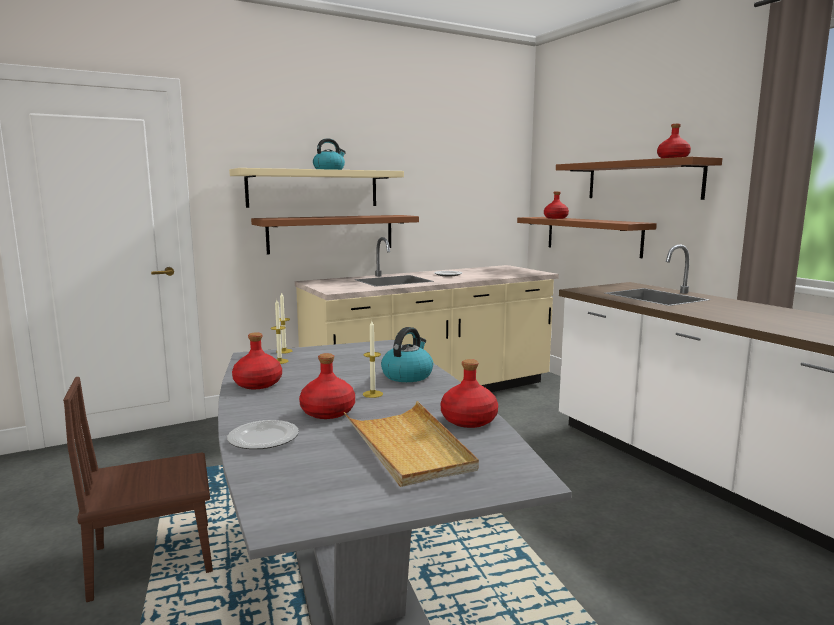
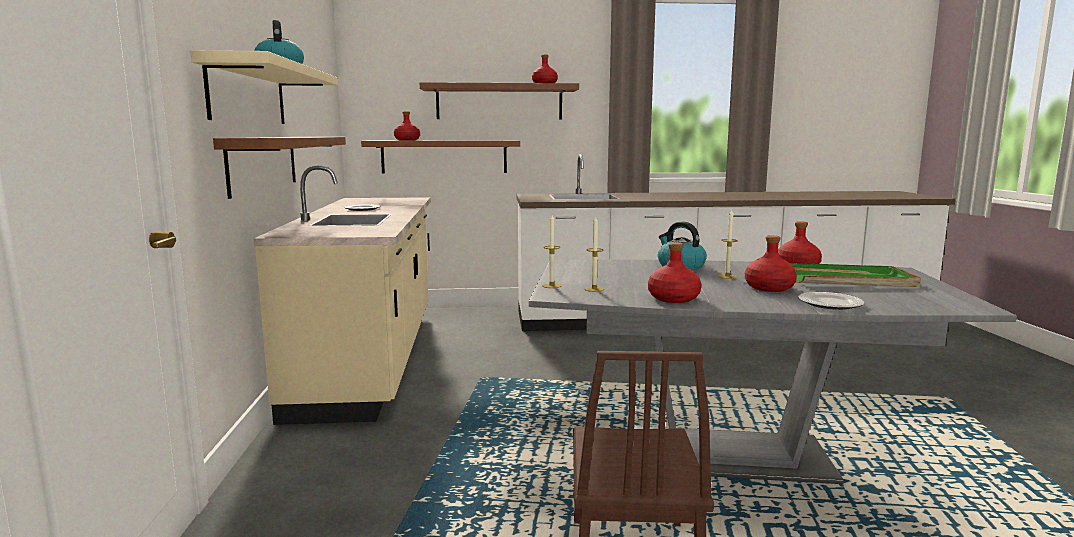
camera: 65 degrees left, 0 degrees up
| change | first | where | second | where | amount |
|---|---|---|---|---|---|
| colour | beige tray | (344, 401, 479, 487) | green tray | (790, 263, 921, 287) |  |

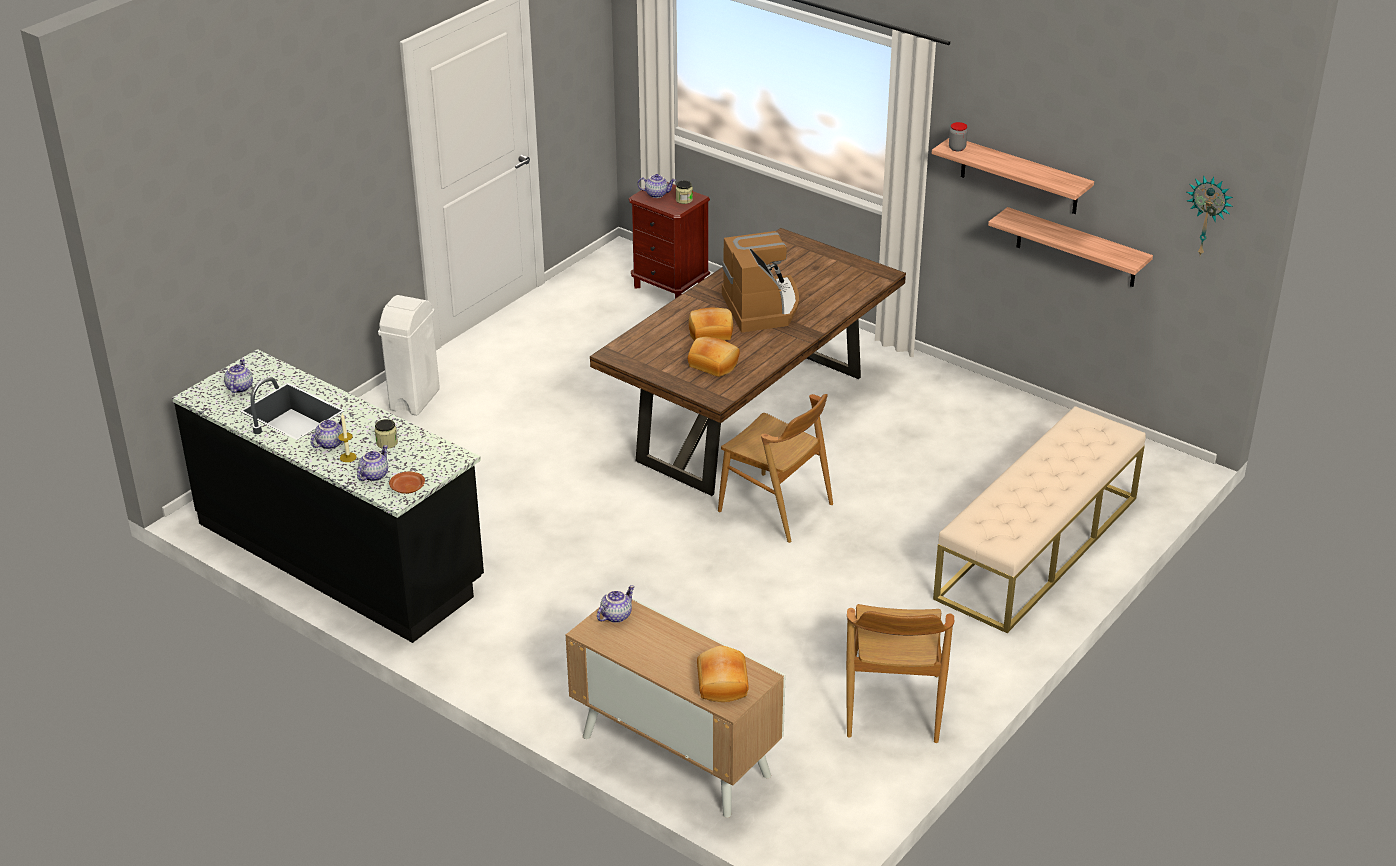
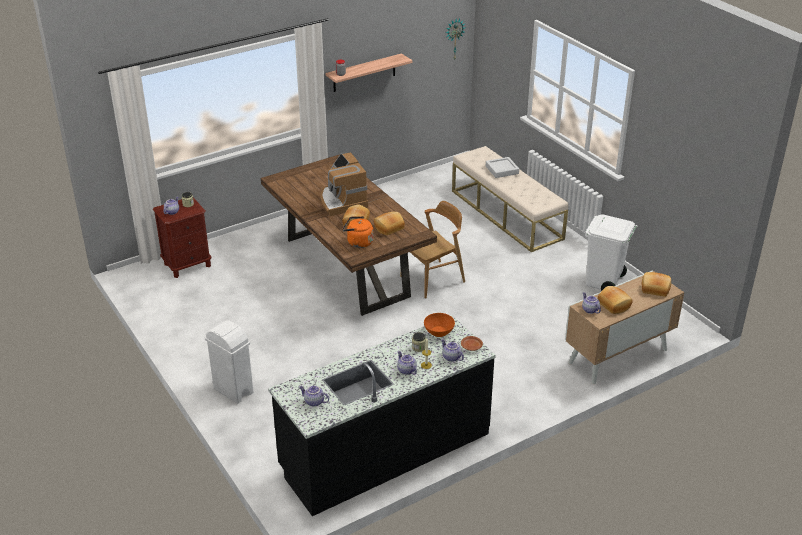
camera: 70 degrees left, 0 degrees up
| change | first | where | second | where | amount |
|---|---|---|---|---|---|
| spun | coffee machine | (722, 231, 799, 333) |  | (320, 152, 368, 216) | 120 degrees counterclockwise |
| exchanged | brown chair | (846, 604, 954, 743) | white trash can | (585, 214, 638, 291) |  |
| missing | shelf | (988, 207, 1153, 287) |  |  |  |
| appeared |  |  | orange kettle | (343, 216, 373, 248) |  |
| appeared |  |  | orange bowl | (424, 313, 455, 337) |  |
| appeared |  |  | grey tray | (486, 157, 519, 178) |  |
| appeared |  |  | bread | (598, 286, 633, 314) |  |

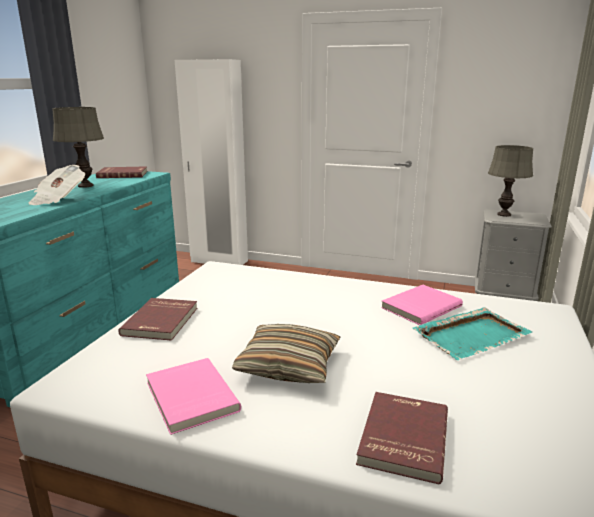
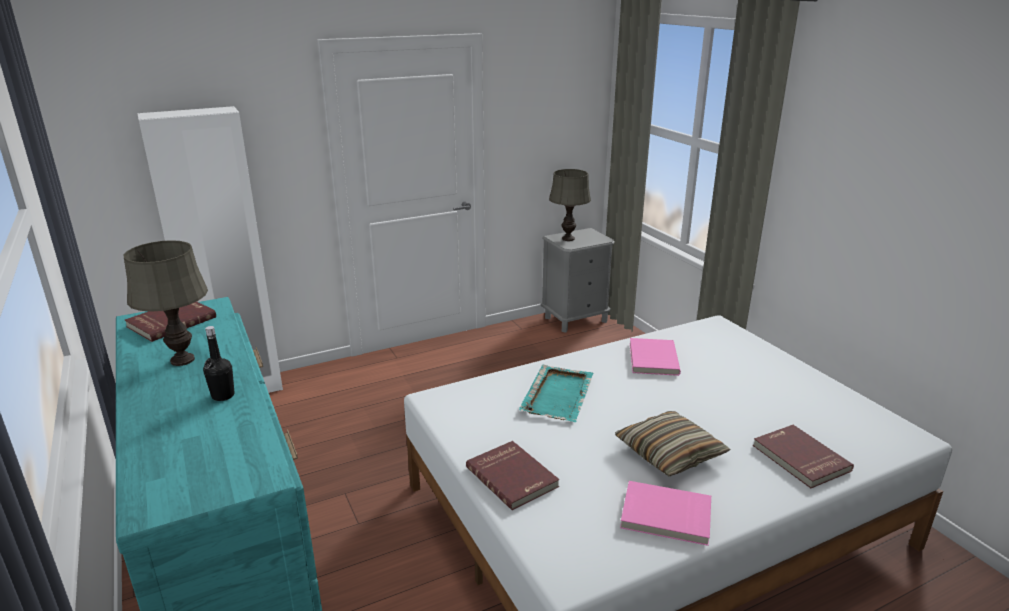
camera: 45 degrees left, 5 degrees up
| change | first | where | second | where | amount |
|---|---|---|---|---|---|
| exchanged | newspaper | (28, 165, 85, 205) | black bottle | (203, 326, 235, 401) |  |
| relocated | turquoise tray | (413, 307, 532, 360) |  | (519, 365, 593, 422) |  |

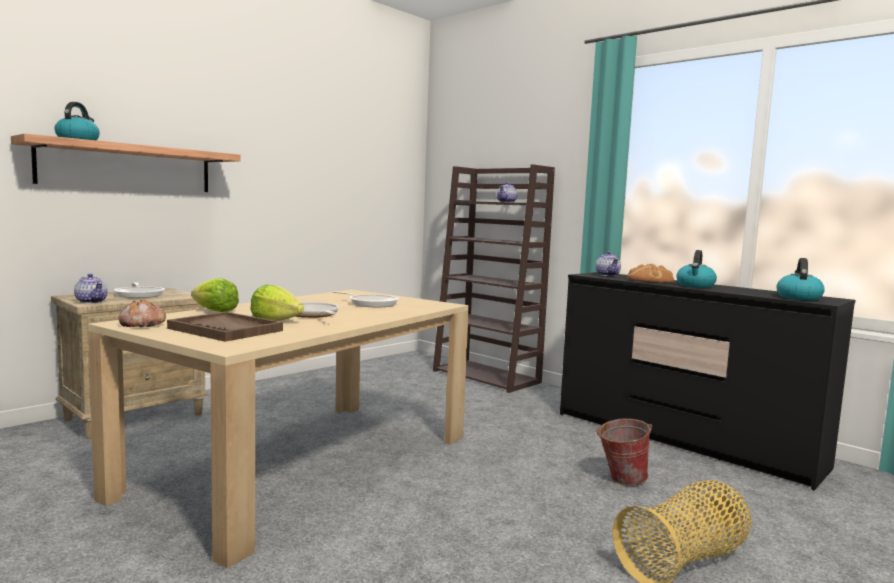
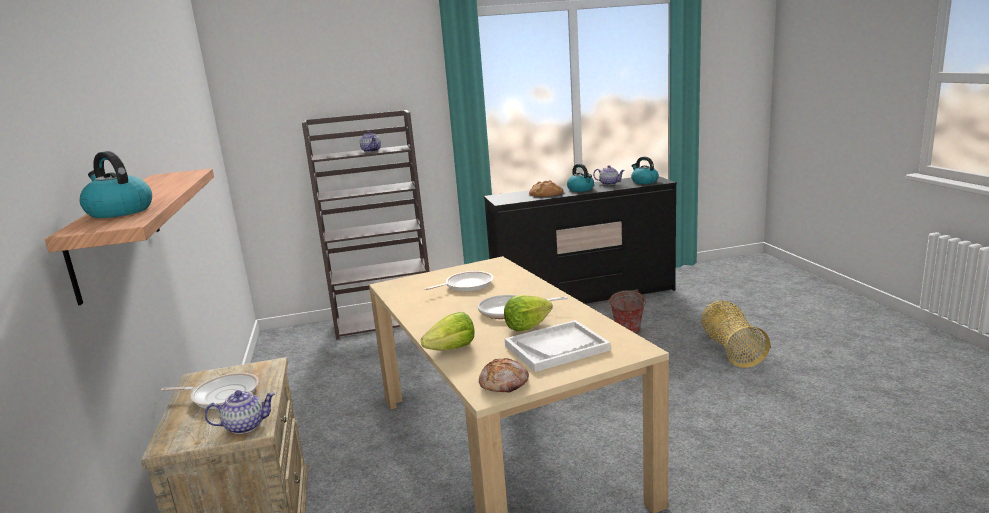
camera: 55 degrees left, 10 degrees up
| change | first | where | second | where | amount |
|---|---|---|---|---|---|
| colour | brown tray | (167, 312, 283, 342) | white tray | (505, 320, 611, 372) |  |
| relocated | teapot | (596, 251, 621, 276) |  | (593, 165, 625, 185) |  |

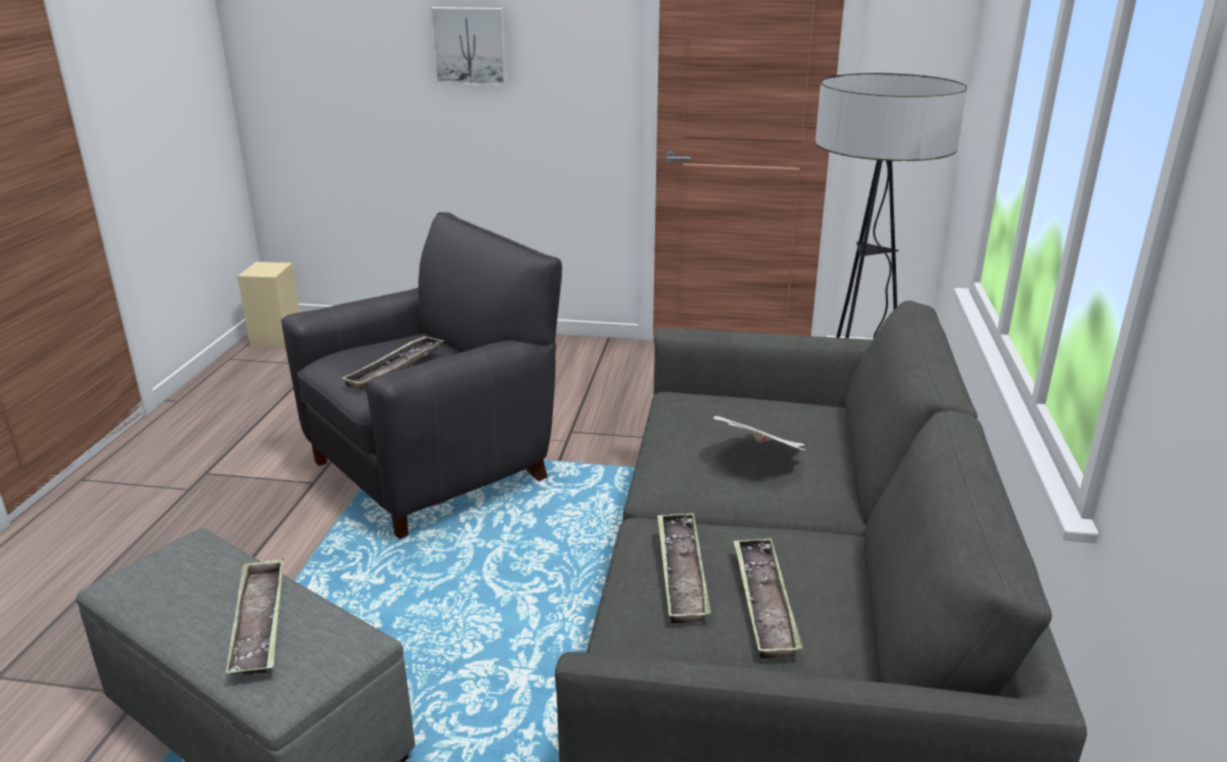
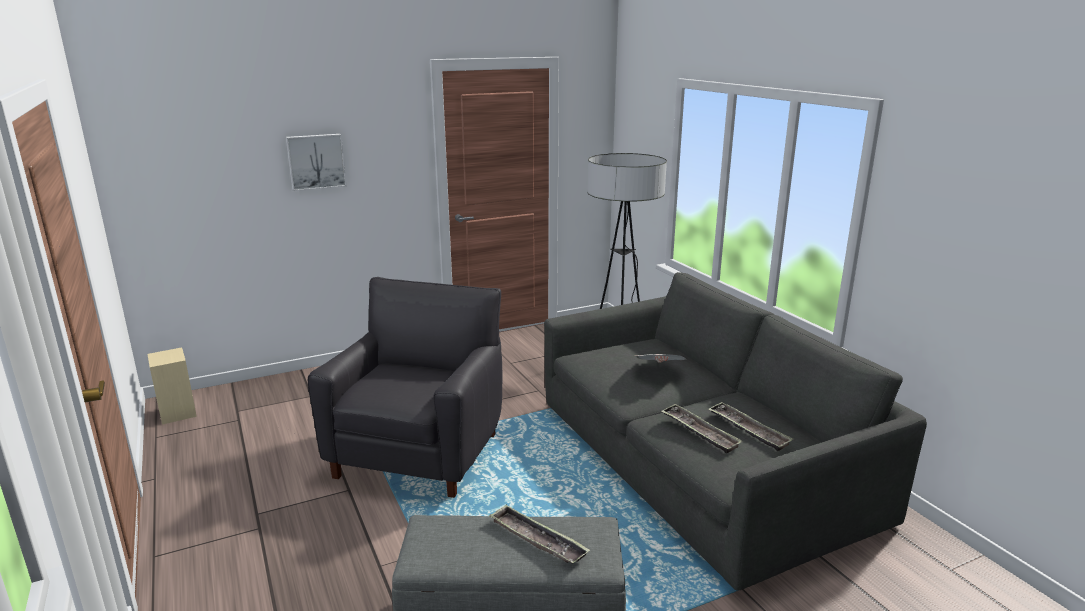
camera: 35 degrees left, 5 degrees down
| change | first | where | second | where | amount |
|---|---|---|---|---|---|
| missing | tray | (341, 337, 444, 390) |  |  |  |

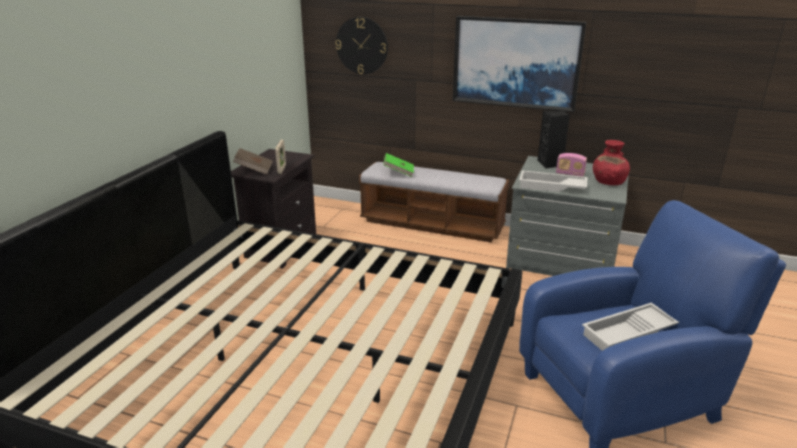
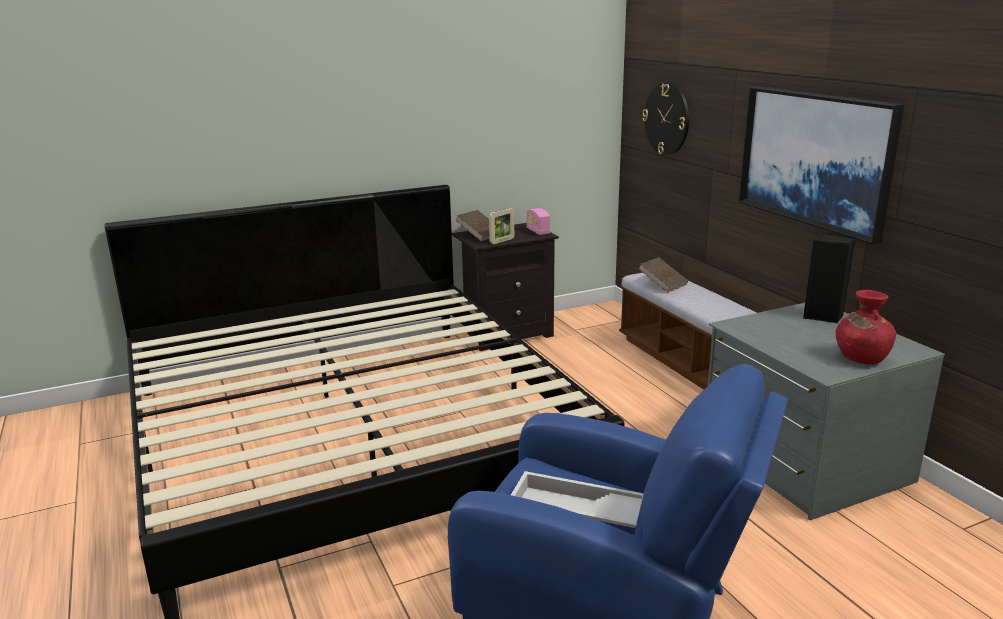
camera: 45 degrees right, 5 degrees down
| change | first | where | second | where | amount |
|---|---|---|---|---|---|
| colour | green book | (384, 153, 414, 177) | brown book | (638, 257, 688, 293) |  |
| missing | white tray | (519, 171, 587, 192) |  |  |  |
| relocated | radio | (556, 153, 587, 177) |  | (527, 208, 550, 235) |  |

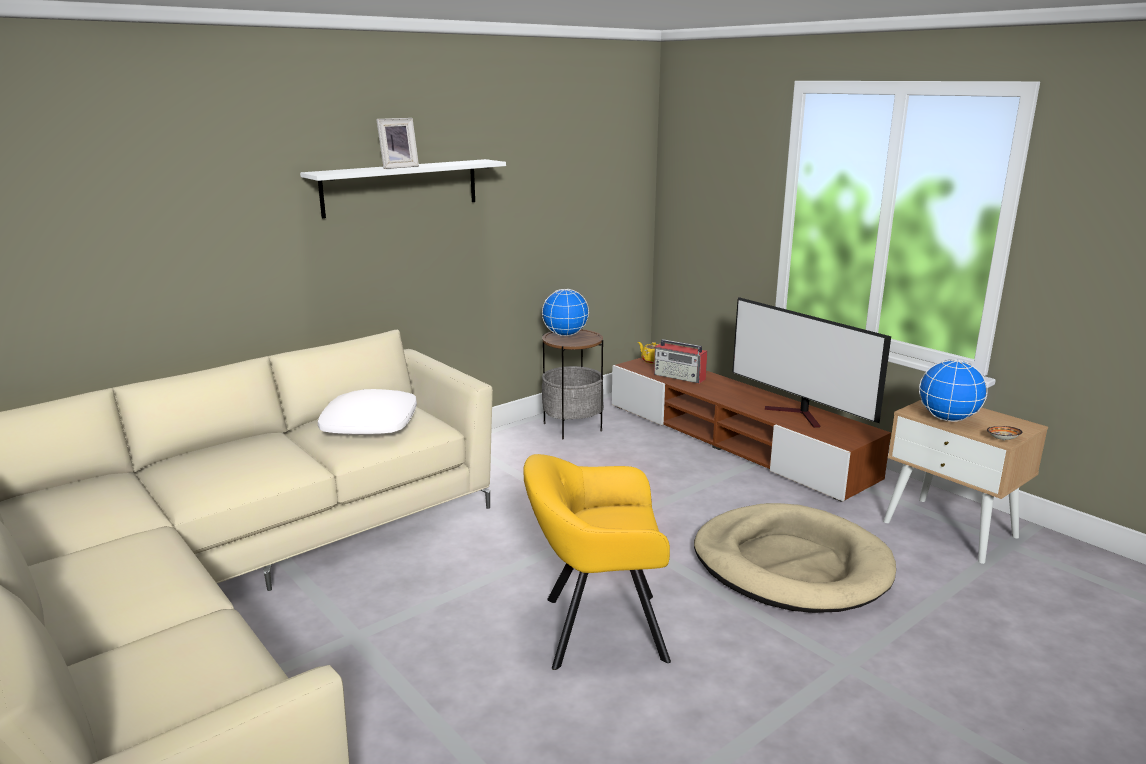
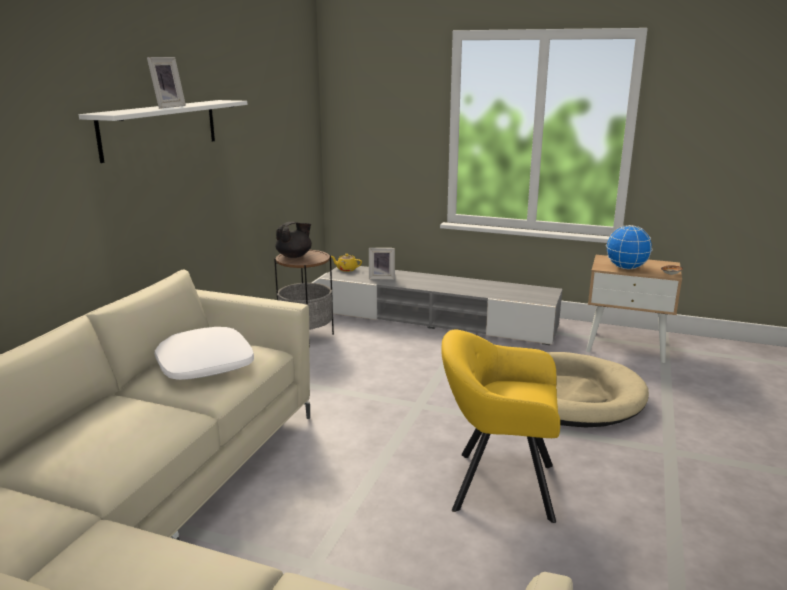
camera: 30 degrees left, 0 degrees up
| change | first | where | second | where | amount |
|---|---|---|---|---|---|
| spun | yellow armchair | (523, 454, 671, 670) |  | (442, 330, 560, 523) | 45 degrees clockwise |
| exchanged | globe | (542, 289, 589, 336) | black teapot | (276, 222, 312, 258) |  |
| colour | brown tv stand | (612, 358, 891, 502) | grey tv stand | (319, 266, 562, 345) |  |
| exchanged | radio | (654, 339, 707, 384) | picture frame | (369, 248, 395, 280) |  |
| missing | television | (732, 297, 891, 428) |  |  |  |

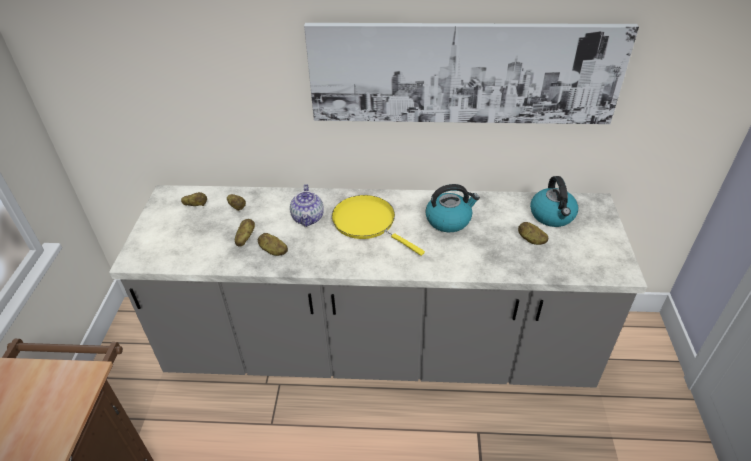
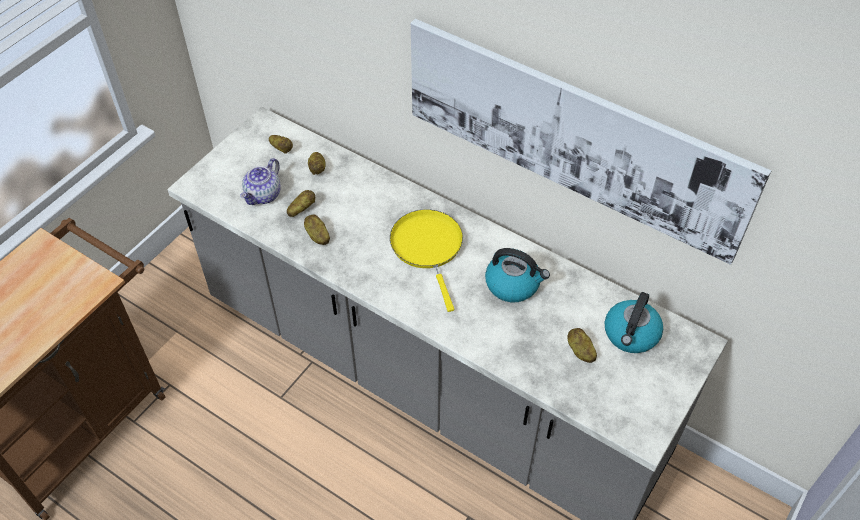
camera: 30 degrees right, 10 degrees up
| change | first | where | second | where | amount |
|---|---|---|---|---|---|
| relocated | teapot | (290, 184, 324, 227) |  | (241, 158, 281, 205) |  |

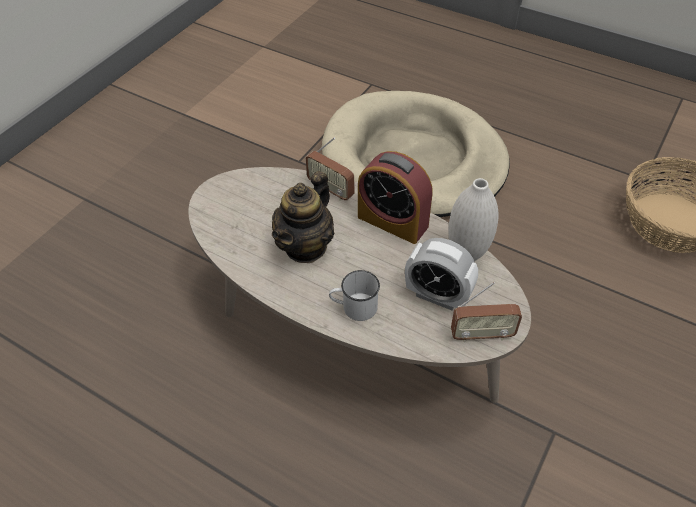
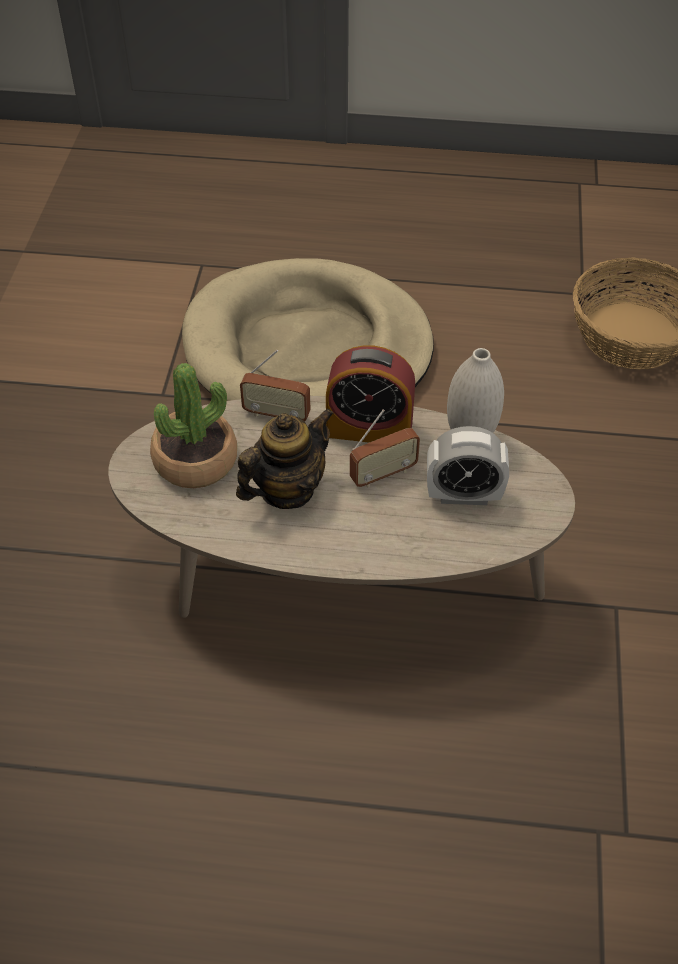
camera: 25 degrees left, 0 degrees up
| change | first | where | second | where | amount |
|---|---|---|---|---|---|
| spun | teapot | (272, 171, 335, 263) |  | (236, 408, 334, 509) | 135 degrees counterclockwise |
| missing | white mug | (329, 270, 380, 321) |  |  |  |
| relocated | radio | (451, 282, 522, 343) |  | (350, 409, 420, 488) |  |
| appeared |  |  | potted plant | (150, 363, 237, 488) |  |

